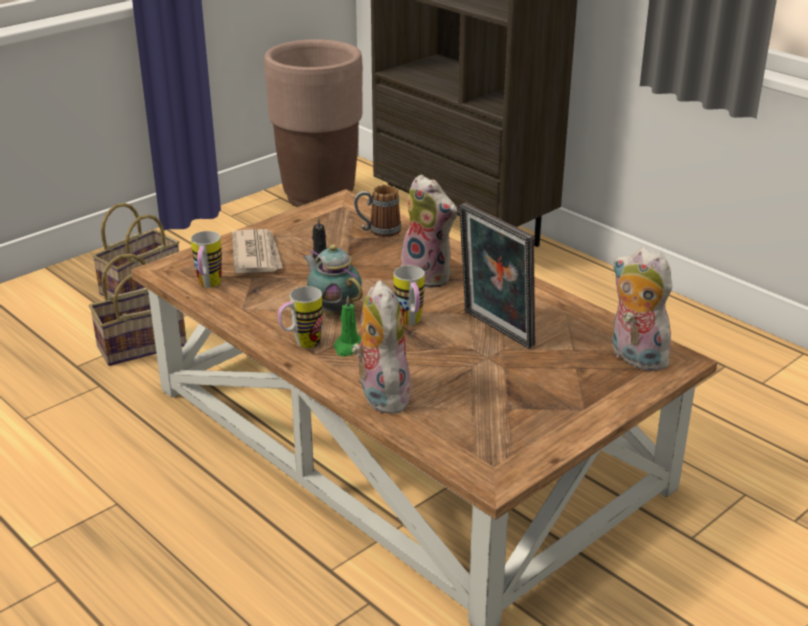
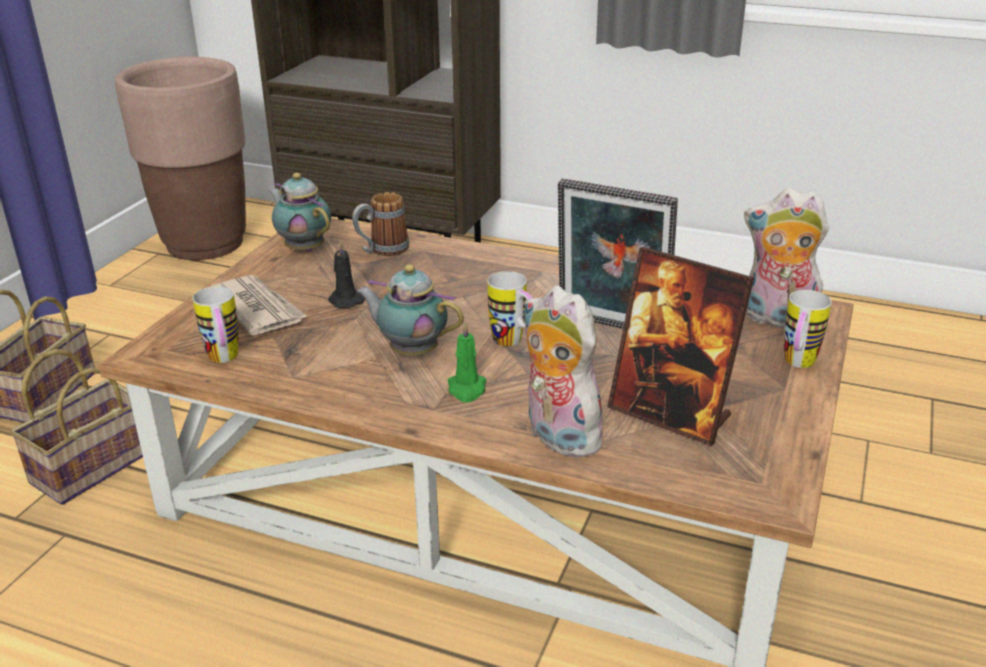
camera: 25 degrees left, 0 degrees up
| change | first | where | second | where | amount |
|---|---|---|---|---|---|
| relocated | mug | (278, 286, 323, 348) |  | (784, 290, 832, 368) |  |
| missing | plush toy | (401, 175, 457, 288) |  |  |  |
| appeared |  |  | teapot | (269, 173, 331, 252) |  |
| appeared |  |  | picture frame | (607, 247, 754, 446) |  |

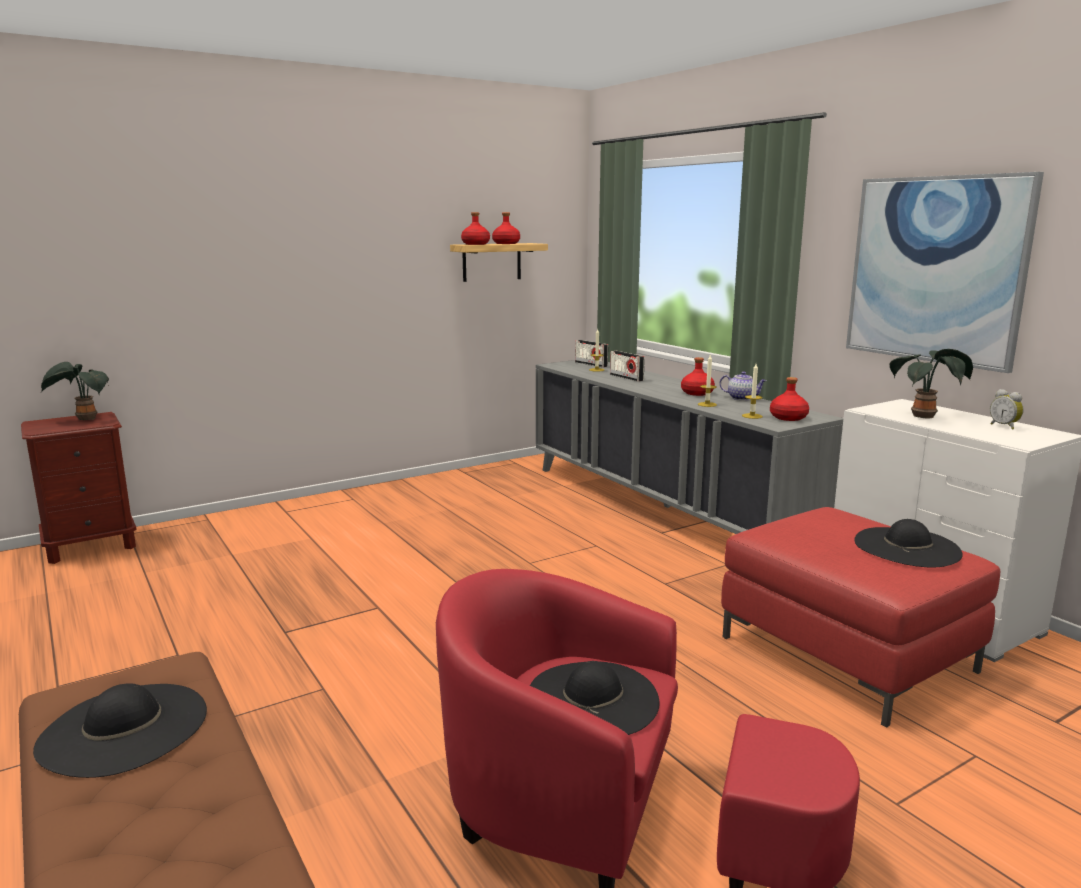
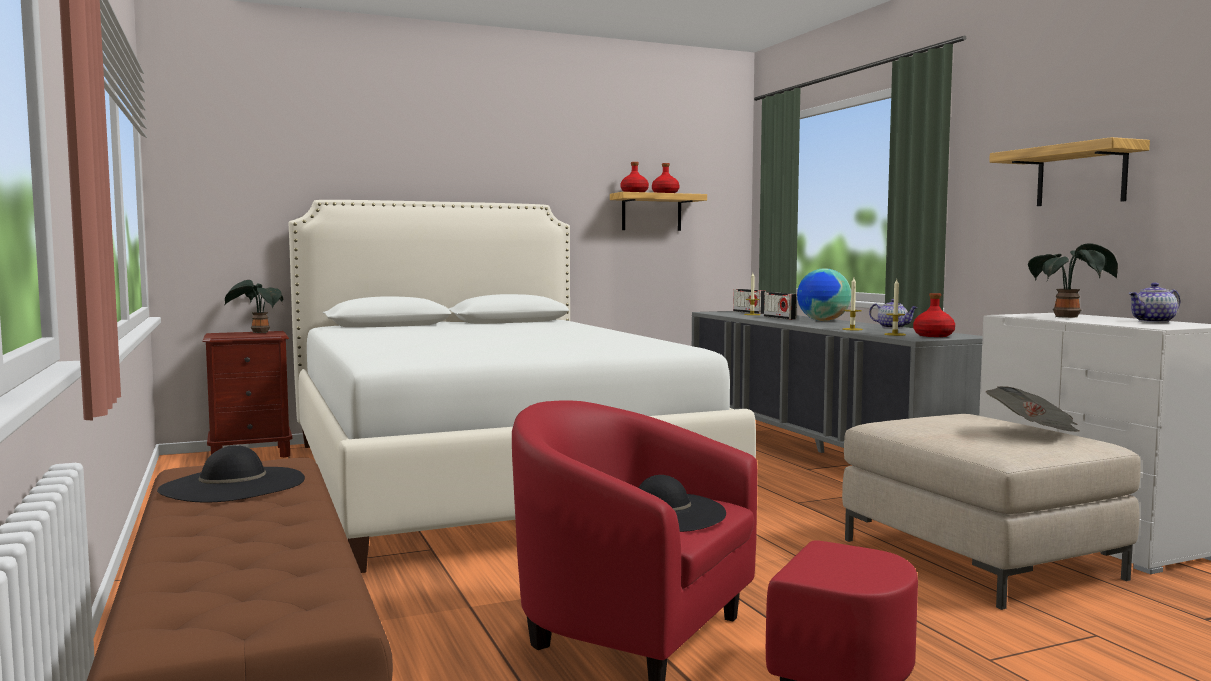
camera: 10 degrees right, 10 degrees down
| change | first | where | second | where | amount |
|---|---|---|---|---|---|
| missing | red bottle | (681, 357, 715, 396) |  |  |  |
| colour | red ottoman | (721, 507, 1000, 727) | beige ottoman | (842, 414, 1141, 610) |  |
| exchanged | picture | (846, 172, 1044, 373) | shelf | (989, 137, 1150, 206) |  |
| exchanged | black hat | (854, 519, 963, 568) | newspaper | (986, 386, 1079, 432) |  |
| exchanged | alarm clock | (990, 389, 1023, 430) | teapot | (1128, 283, 1180, 323) |  |
| appeared |  |  | white bed | (289, 200, 756, 573) |  |
| appeared |  |  | globe | (797, 268, 851, 321) |  |

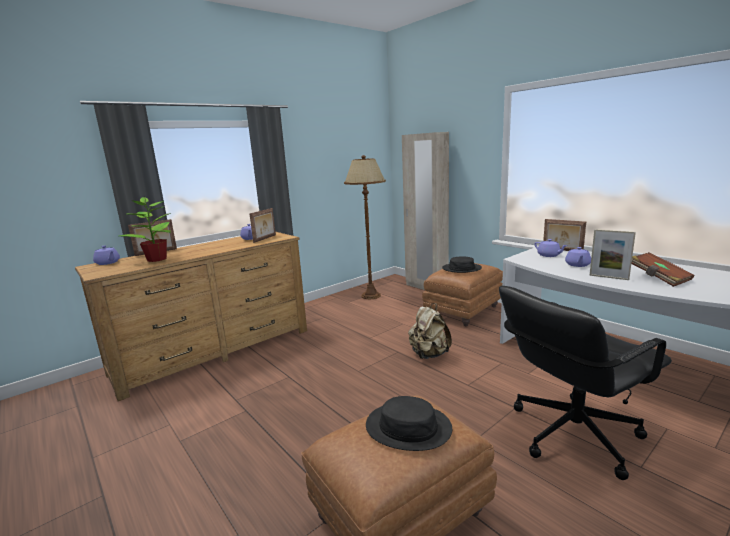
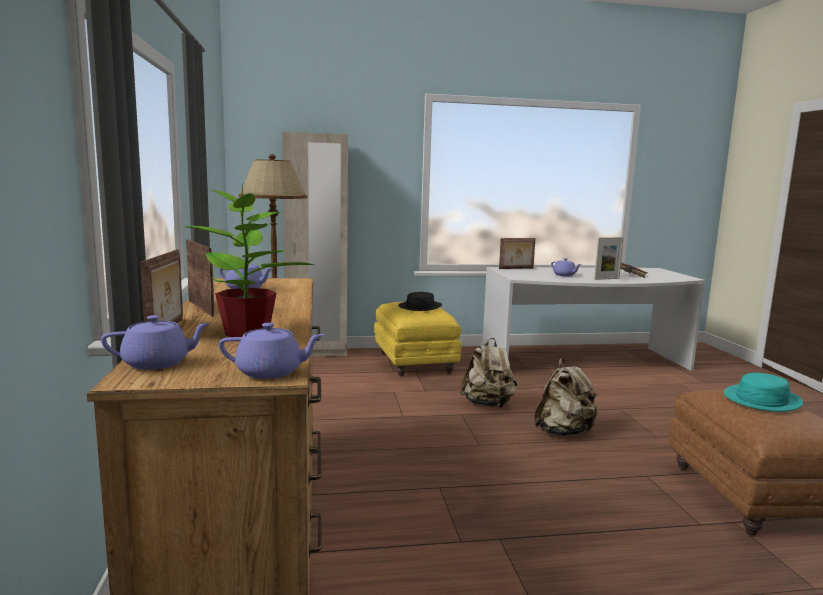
camera: 60 degrees left, 5 degrees down
| change | first | where | second | where | amount |
|---|---|---|---|---|---|
| relocated | picture frame | (250, 208, 276, 243) |  | (186, 239, 214, 316) |  |
| colour | black hat | (366, 396, 452, 451) | turquoise hat | (724, 373, 803, 412) |  |
| colour | brown ottoman | (422, 263, 503, 327) | yellow ottoman | (374, 302, 461, 377) |  |
| missing | black office chair | (499, 286, 672, 480) |  |  |  |
| relocated | purple teapot | (534, 239, 568, 257) |  | (218, 323, 325, 379) |  |
| appeared |  |  | beige backpack | (534, 358, 598, 436) |  |

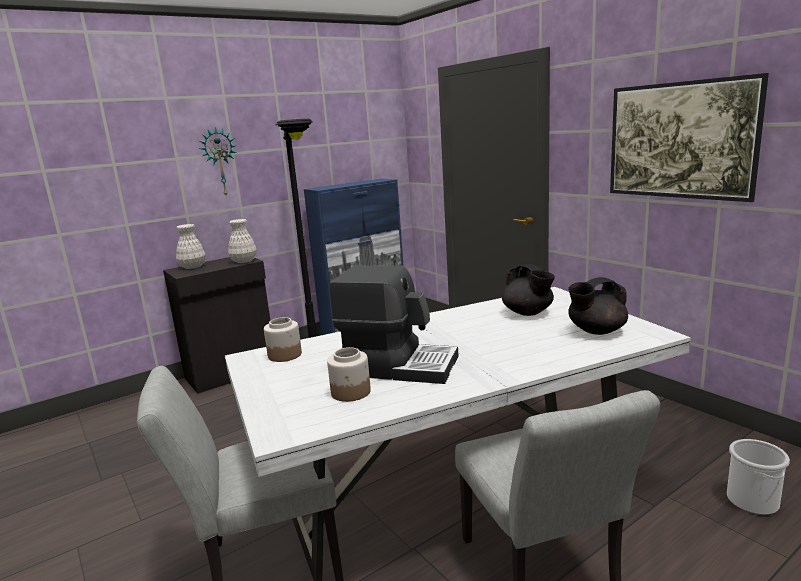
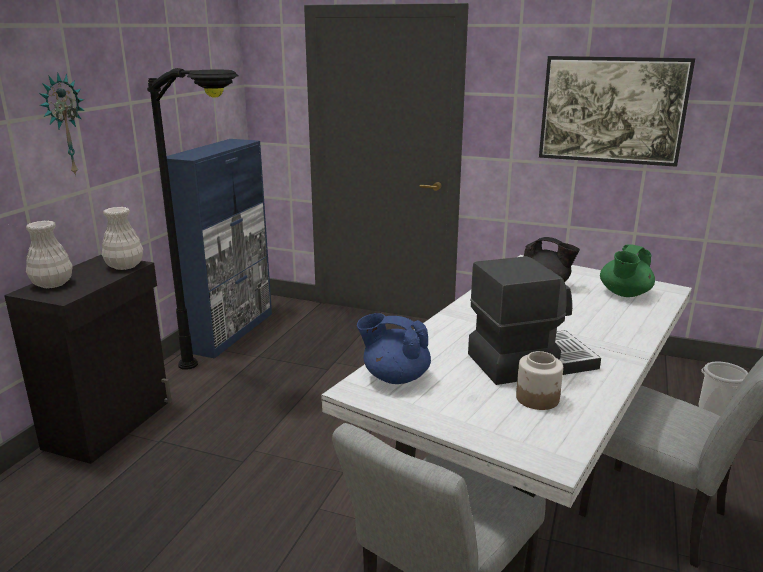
camera: 35 degrees left, 5 degrees up
| change | first | where | second | where | amount |
|---|---|---|---|---|---|
| exchanged | jar | (264, 317, 302, 362) | blue teapot | (357, 313, 431, 384) |  |
| colour | black teapot | (568, 277, 628, 335) | green teapot | (600, 244, 655, 297) |  |

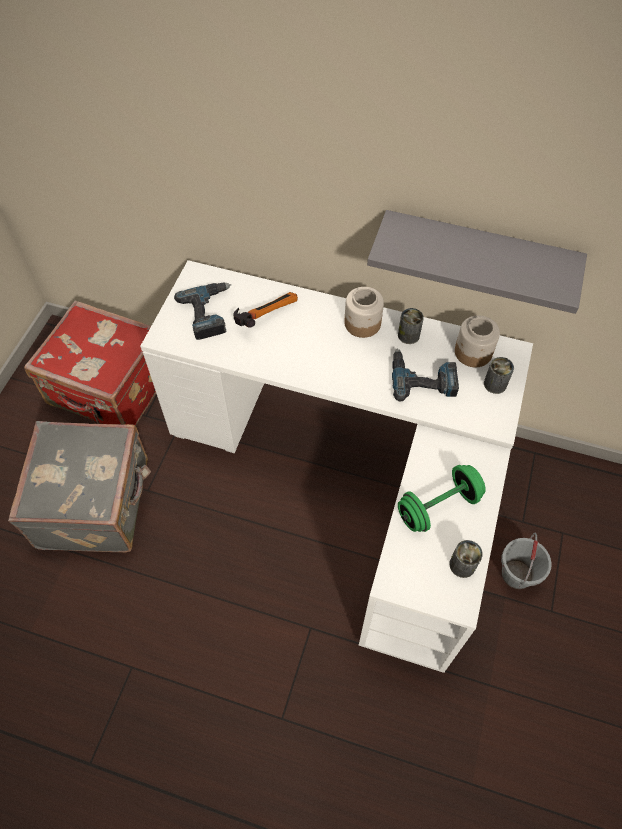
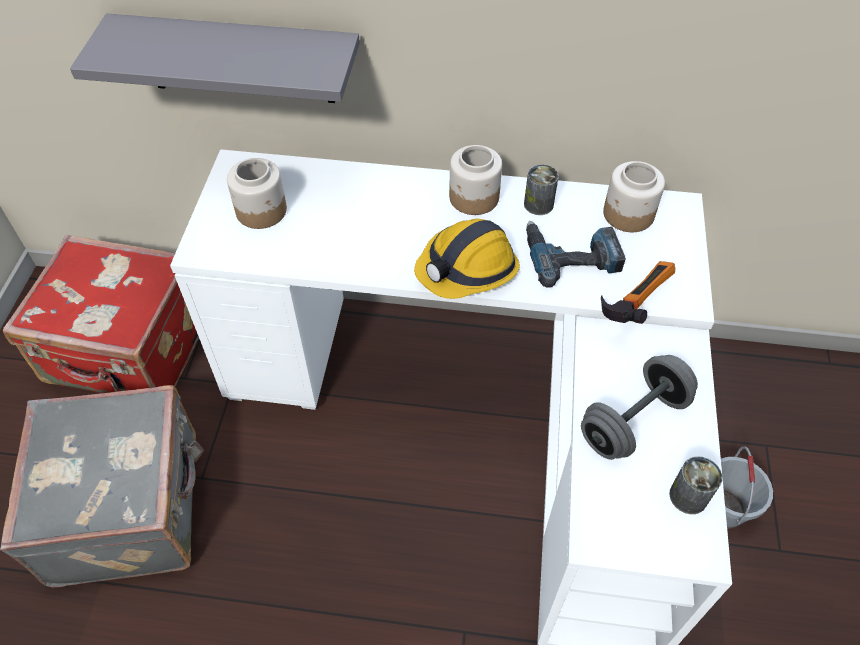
camera: 10 degrees left, 5 degrees down
| change | first | where | second | where | amount |
|---|---|---|---|---|---|
| exchanged | power drill | (174, 282, 231, 340) | jar | (227, 158, 287, 229) |  |
| relocated | hammer | (233, 292, 298, 328) |  | (601, 261, 675, 324) |  |
| relocated | grey shelf | (367, 210, 587, 314) |  | (70, 13, 360, 103) |  |
| colour | green dumbbell | (398, 465, 486, 532) | grey dumbbell | (581, 355, 698, 460) |  |
| missing | can | (484, 357, 514, 394) |  |  |  |
| appeared |  |  | hard hat | (414, 219, 520, 299) |  |

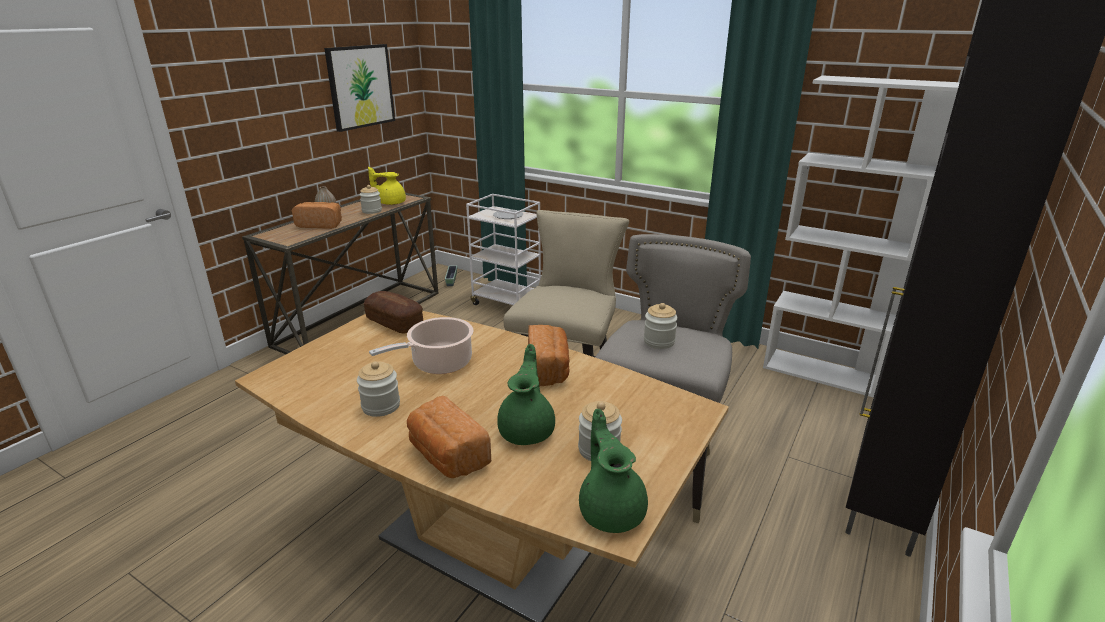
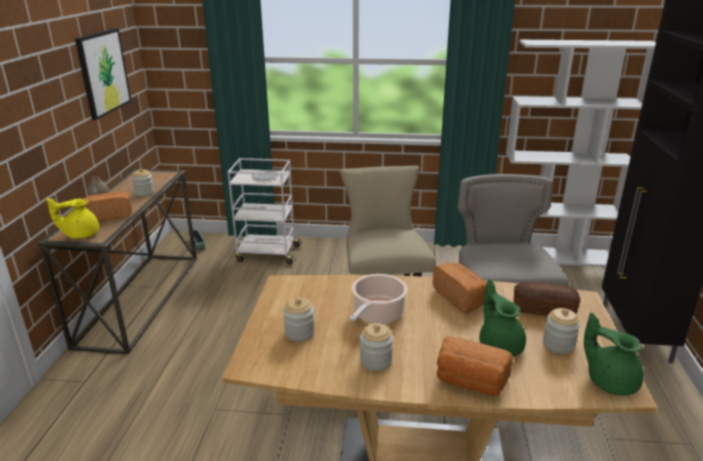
camera: 25 degrees left, 0 degrees up
| change | first | where | second | where | amount |
|---|---|---|---|---|---|
| relocated | bread | (364, 291, 423, 334) |  | (514, 282, 580, 316) |  |
| relocated | yellow teapot | (368, 167, 406, 205) |  | (46, 198, 99, 238) |  |
| relocated | jar | (644, 303, 678, 349) |  | (283, 297, 315, 342) |  |

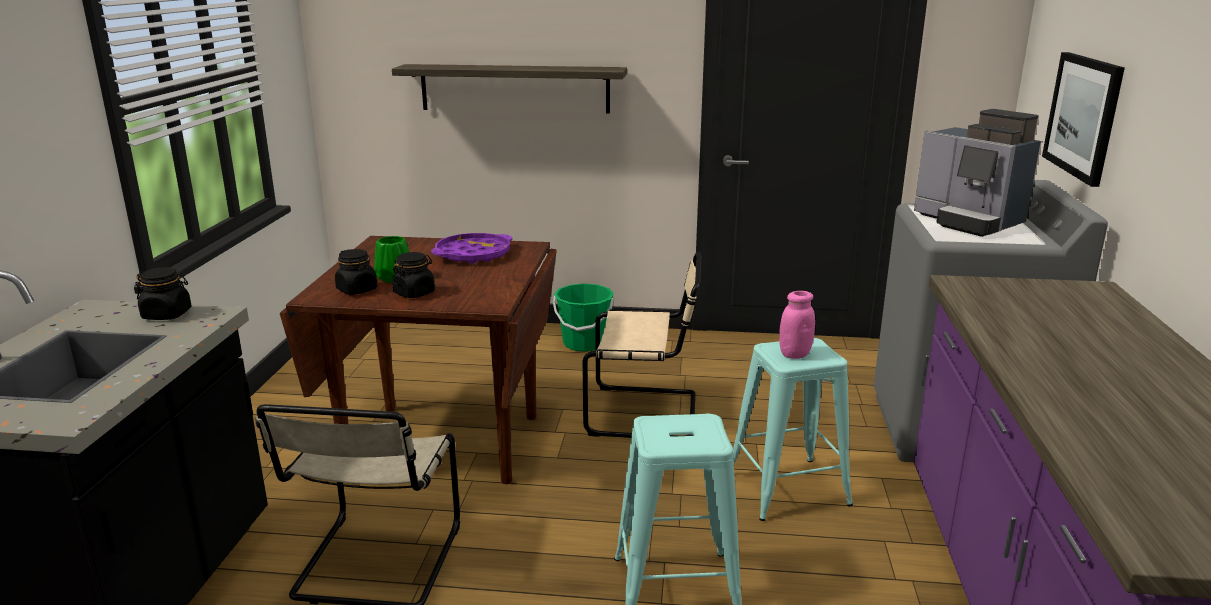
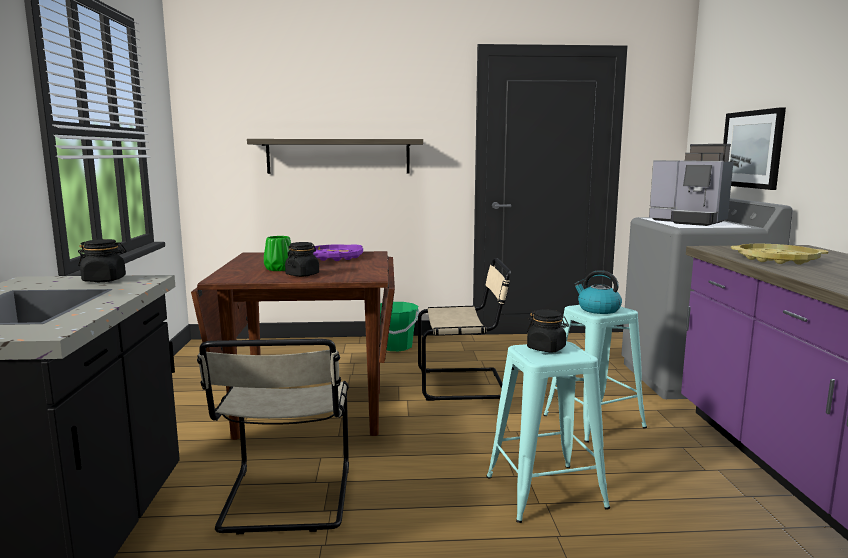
camera: 10 degrees left, 10 degrees down
| change | first | where | second | where | amount |
|---|---|---|---|---|---|
| relocated | black jar | (335, 249, 377, 295) |  | (527, 310, 569, 352) |  |
| exchanged | pink jar | (779, 291, 815, 359) | kettle | (574, 270, 622, 314) |  |
| appeared |  |  | yellow tray | (731, 244, 828, 265) |  |

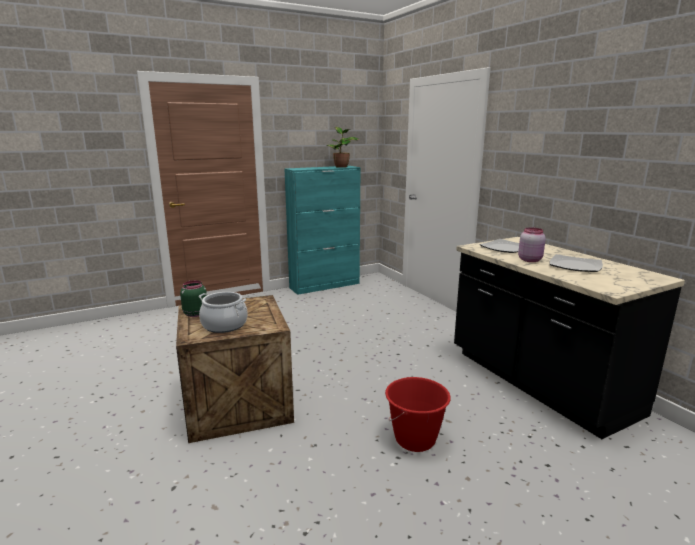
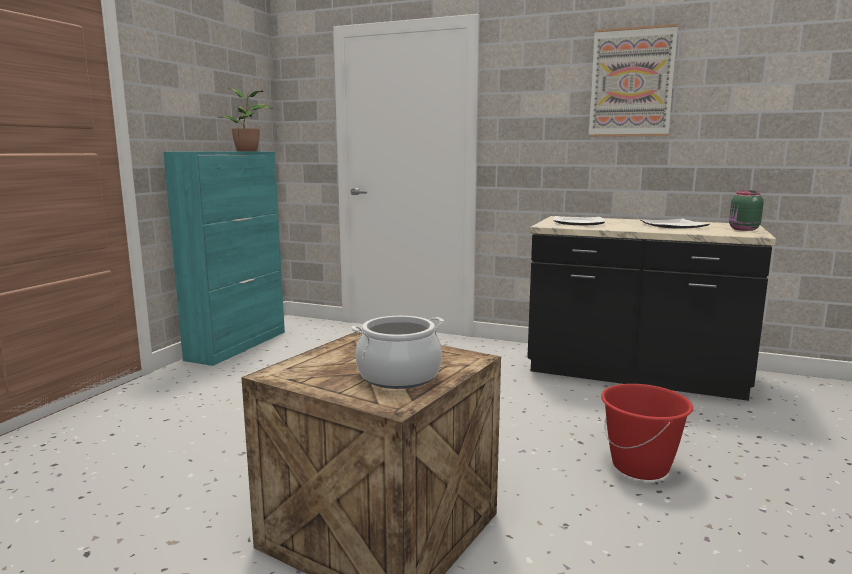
camera: 40 degrees left, 5 degrees down
| change | first | where | second | where | amount |
|---|---|---|---|---|---|
| relocated | green jar | (180, 280, 207, 317) |  | (729, 190, 764, 231) |  |
| missing | pink jar | (518, 227, 546, 262) |  |  |  |
| appeared |  |  | picture | (589, 24, 678, 137) |  |

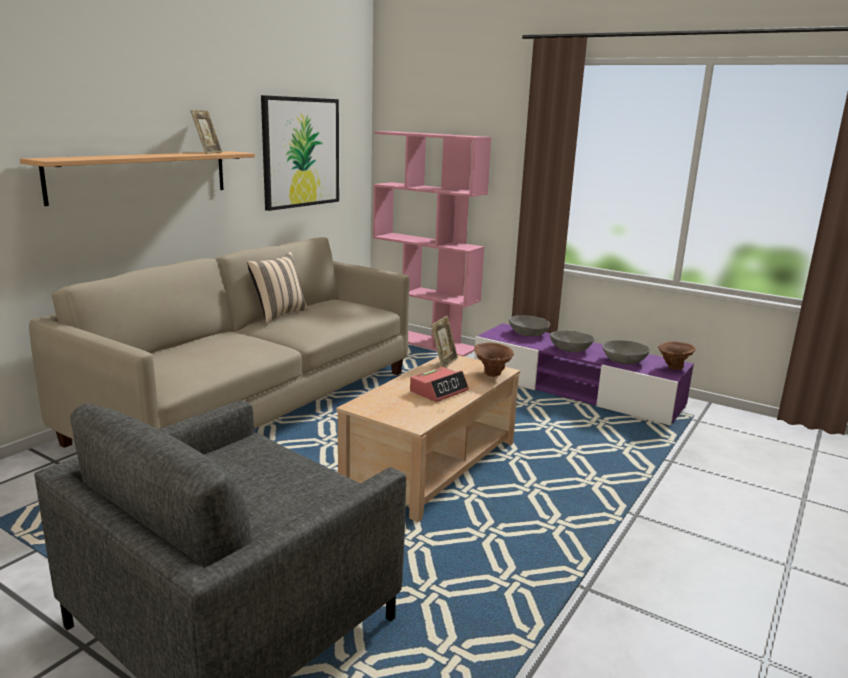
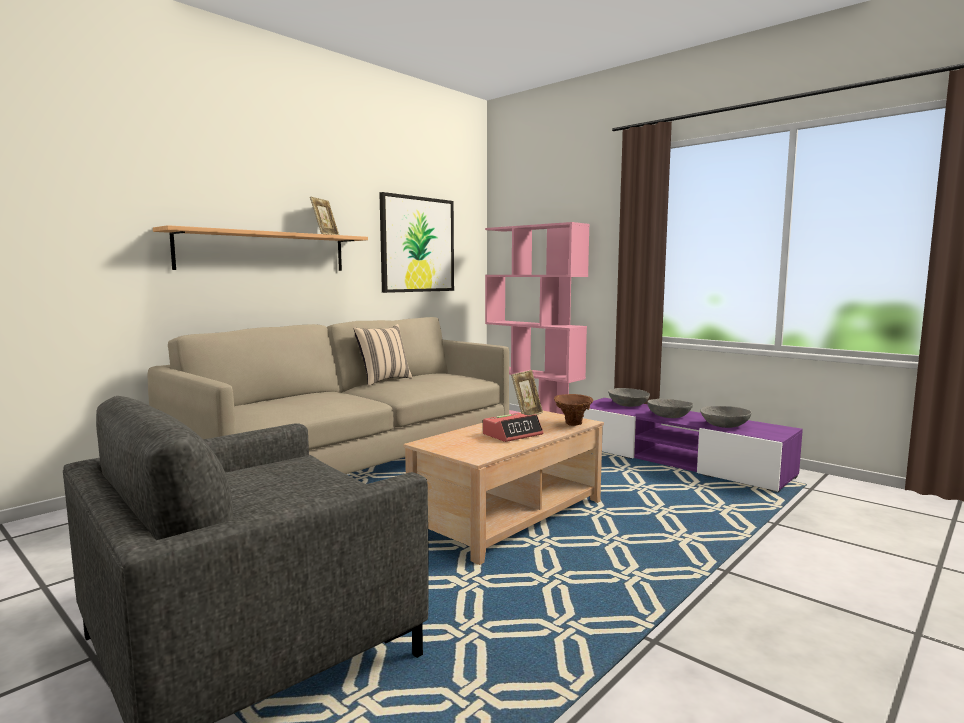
camera: 10 degrees right, 10 degrees down
| change | first | where | second | where | amount |
|---|---|---|---|---|---|
| missing | brown vase | (658, 341, 696, 370) |  |  |  |

